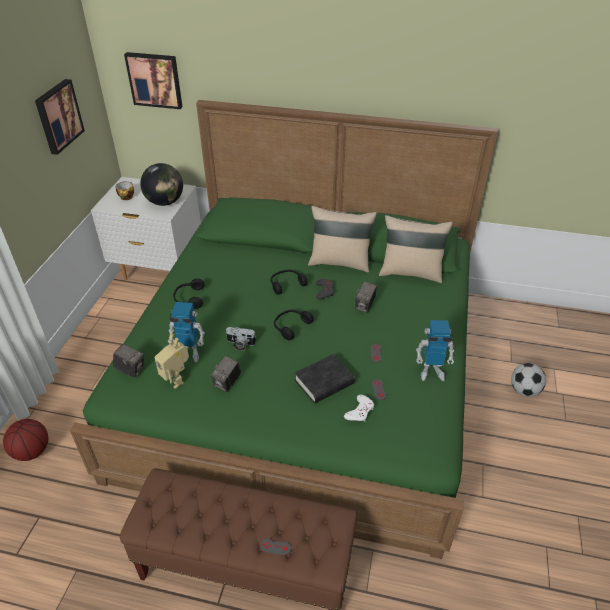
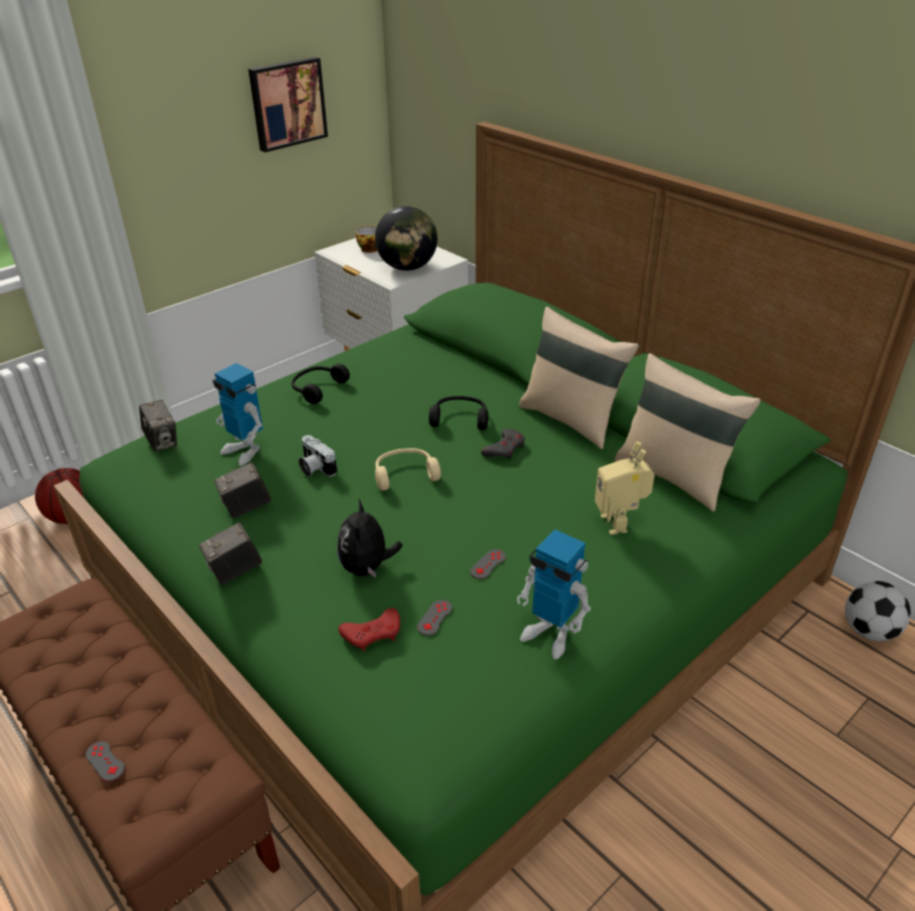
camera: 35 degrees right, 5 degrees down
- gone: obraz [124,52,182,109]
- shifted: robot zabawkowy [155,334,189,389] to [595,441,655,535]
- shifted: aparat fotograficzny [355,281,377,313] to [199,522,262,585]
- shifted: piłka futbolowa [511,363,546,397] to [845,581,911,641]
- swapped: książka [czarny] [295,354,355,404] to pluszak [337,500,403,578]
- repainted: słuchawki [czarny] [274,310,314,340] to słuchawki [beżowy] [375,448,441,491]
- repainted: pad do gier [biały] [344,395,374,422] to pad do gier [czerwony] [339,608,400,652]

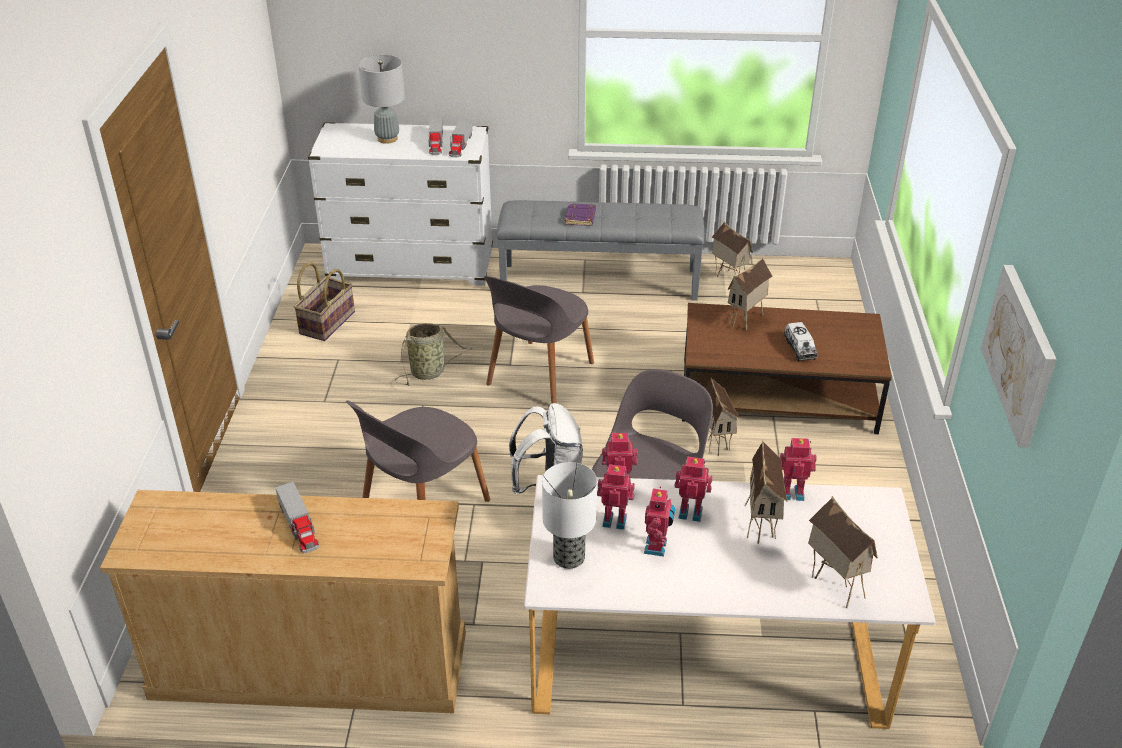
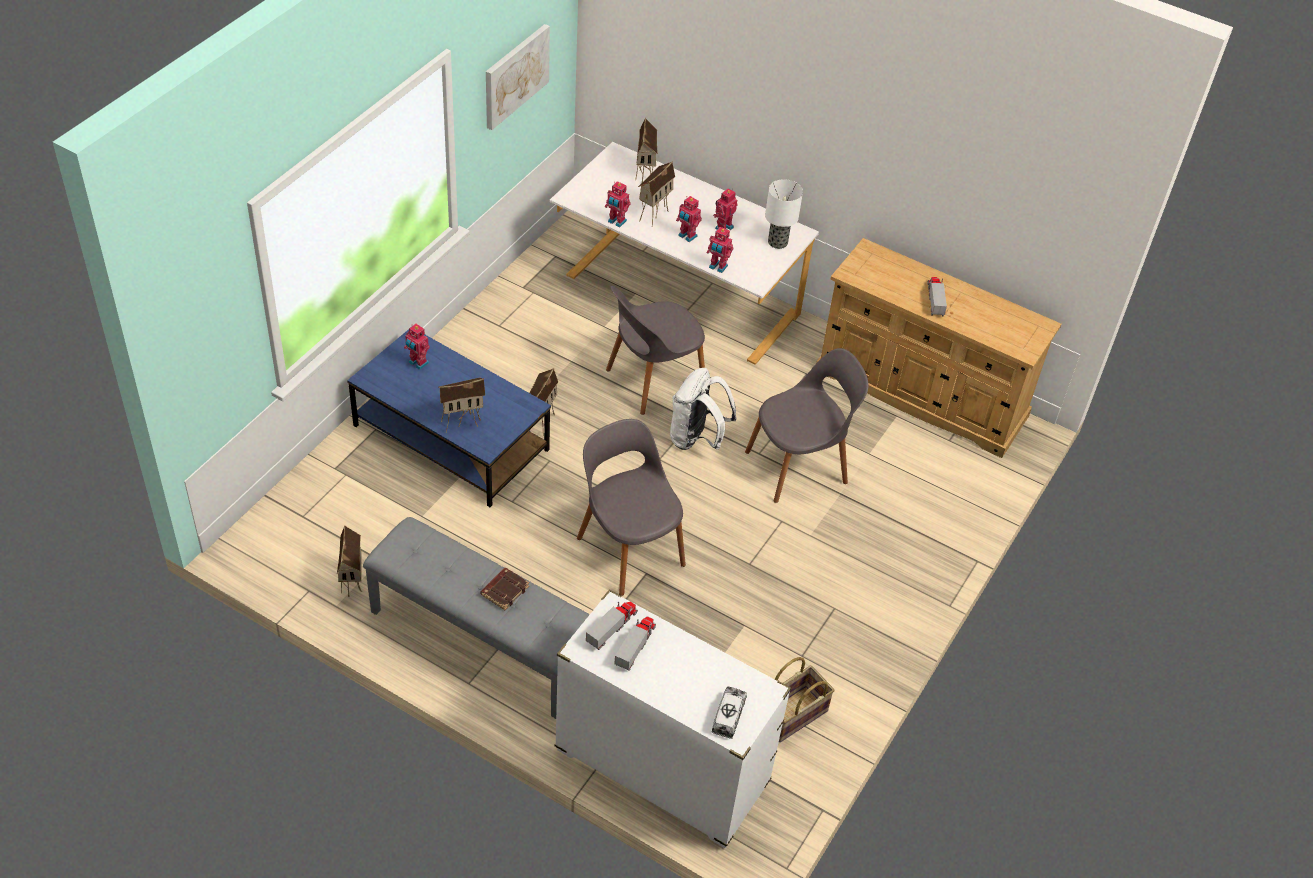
camera: 155 degrees left, 10 degrees up
- gone: lampa stołowa [szary] [358,55,405,144]
- gone: koszyk [395,323,473,386]
- shifted: robot zabawkowy [597,464,635,530] to [404,324,430,370]
- shifted: ciężarówka zabawkowa [784,322,818,362] to [711,687,747,739]
- repainted: książka [fioletowy] [565,203,596,226] to książka [brązowy] [480,568,529,610]
- repainted: ława [brązowy] [682,303,892,434] to ława [niebieski] [347,329,551,507]
- rotated: krzesło [szary] [484,276,594,404] = [577,419,686,596] 90 degrees counterclockwise

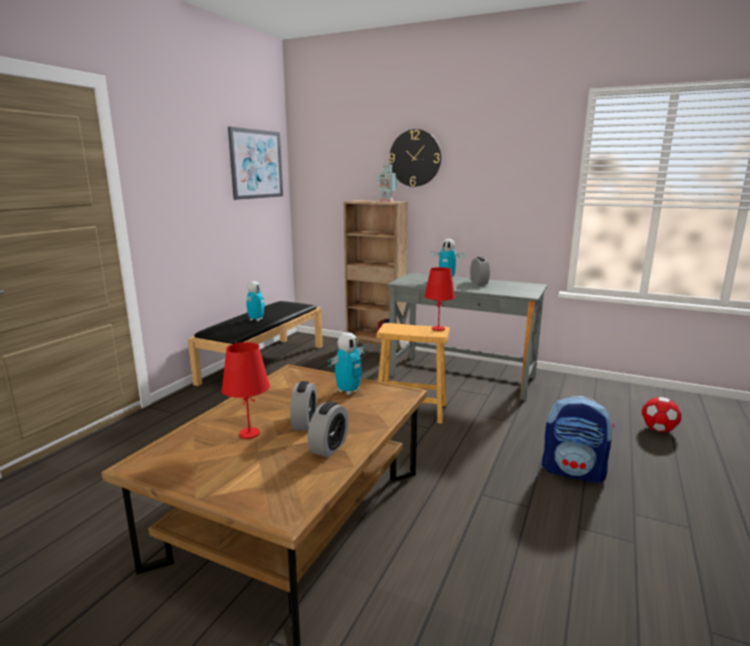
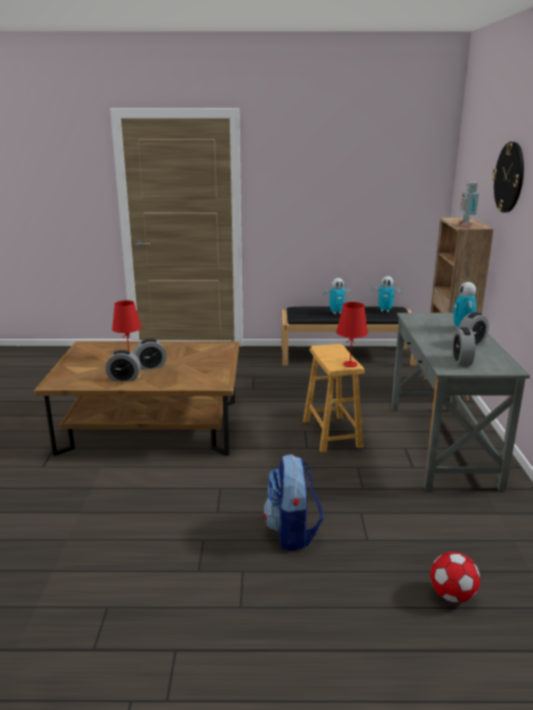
camera: 65 degrees right, 5 degrees up
- gone: obraz [228,127,283,200]
- new: budzik [452,327,475,366]
- shifted: robot zabawkowy [328,332,366,395] to [371,276,403,312]

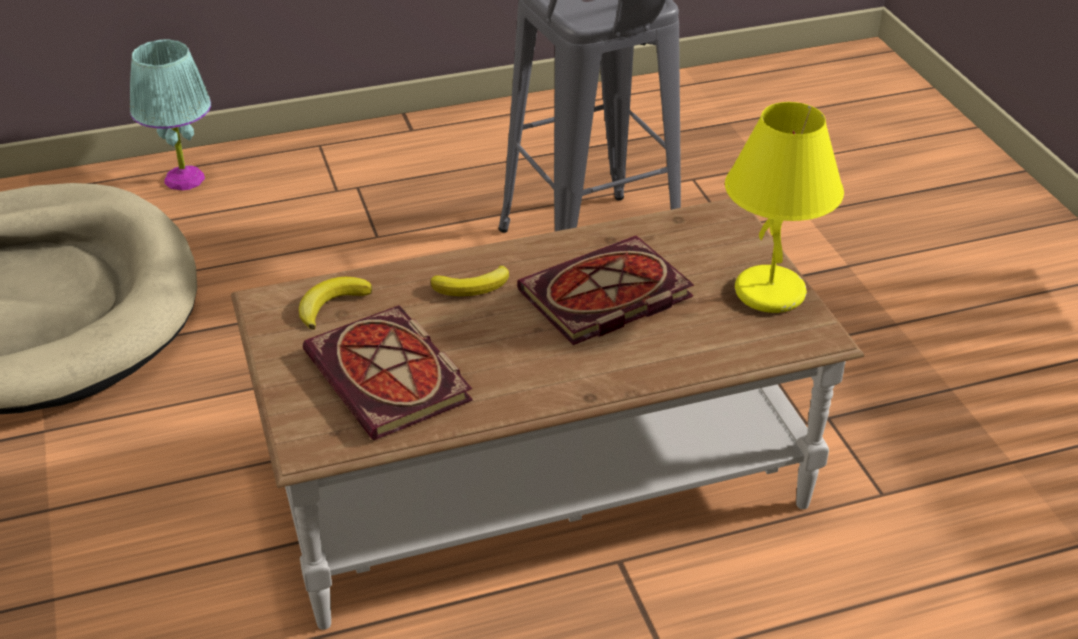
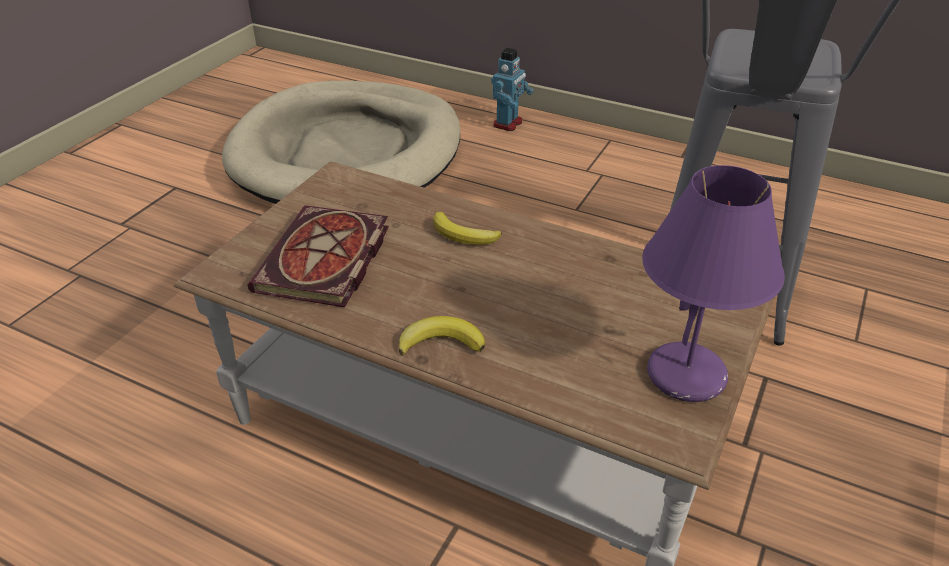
camera: 45 degrees right, 0 degrees up
- gone: książka [517,235,694,345]
- shifted: banan [299,277,372,330] to [399,316,485,356]
- swapped: lampa stołowa [turkusowy] [130,39,211,191] to robot zabawkowy [491,48,534,131]
- repainted: lampa stołowa [żółty] [725,102,844,313] to lampa stołowa [fioletowy] [642,165,785,402]

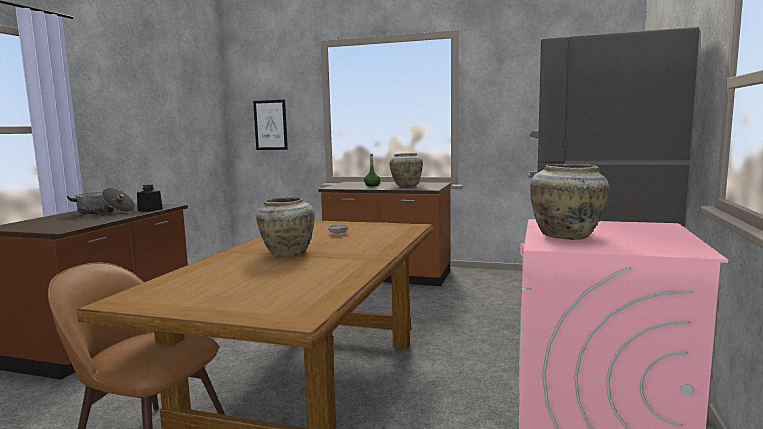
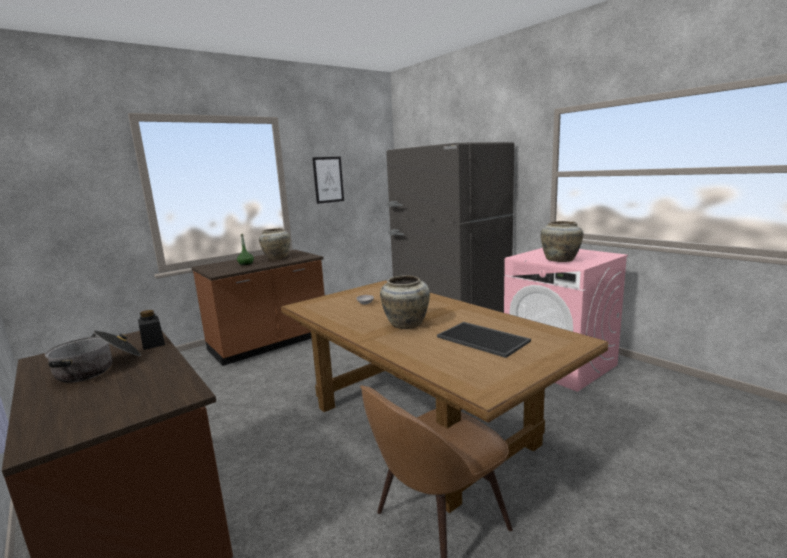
camera: 55 degrees left, 5 degrees up
- new: taca [437,322,531,358]
- shifted: obraz [253,100,288,150] to [312,157,344,204]

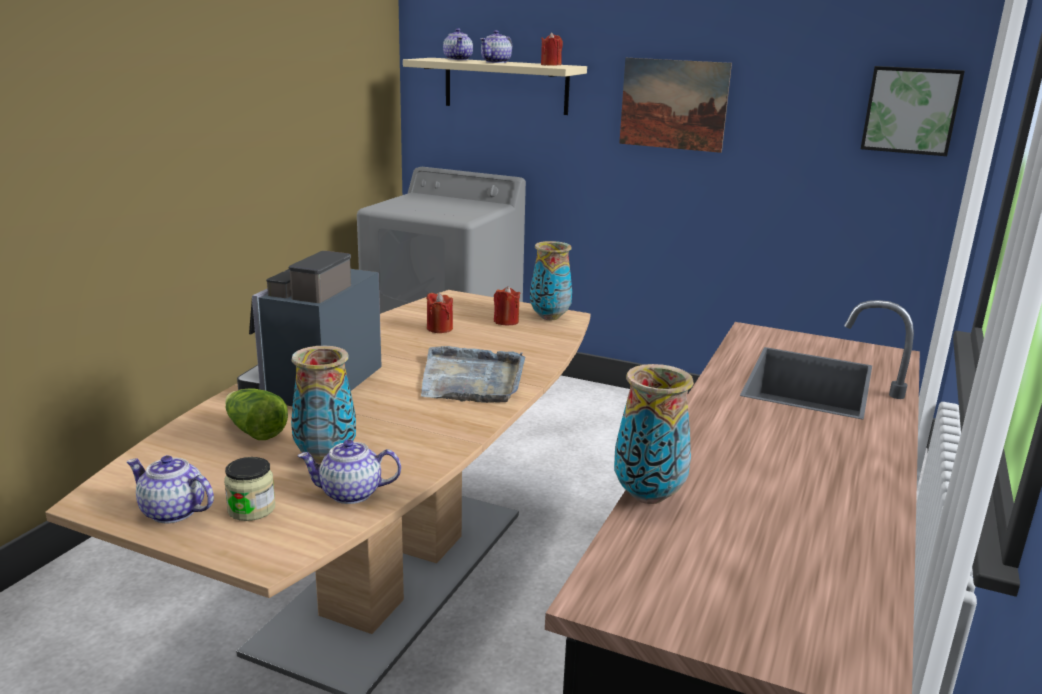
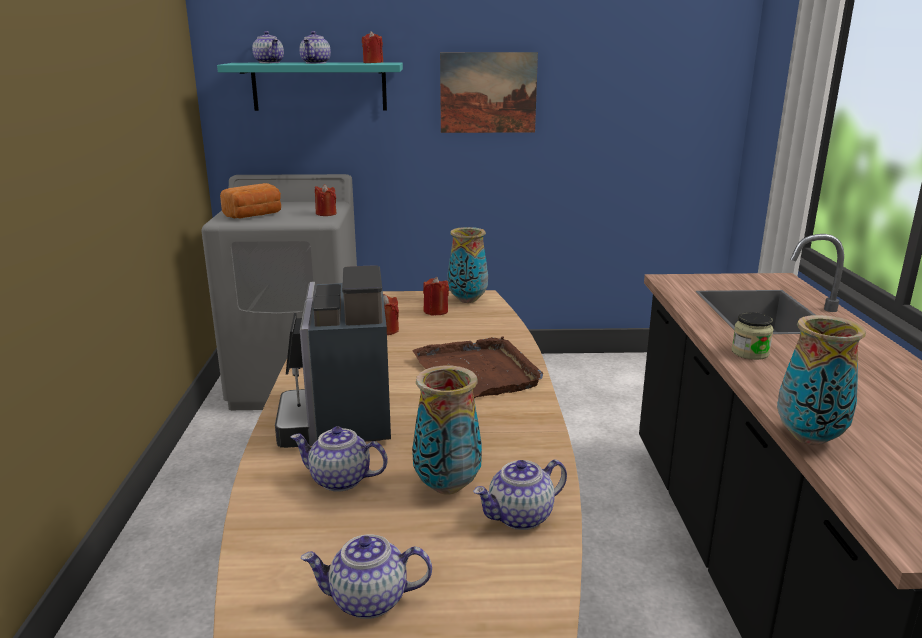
camera: 25 degrees left, 0 degrees up
- gone: obraz [861,66,965,156]
- new: chleb [220,183,281,219]
- new: świeca [czerwony] [315,184,337,216]
- shifted: słoik [224,457,275,521] to [731,312,774,360]
- swapped: sałata [225,388,288,440] to imbryk [291,426,388,492]
- repainted: półka [beżowy] [403,58,587,115] to półka [turkusowy] [217,62,403,111]
- repainted: taca [szary] [421,346,525,403] to taca [brązowy] [412,336,543,398]

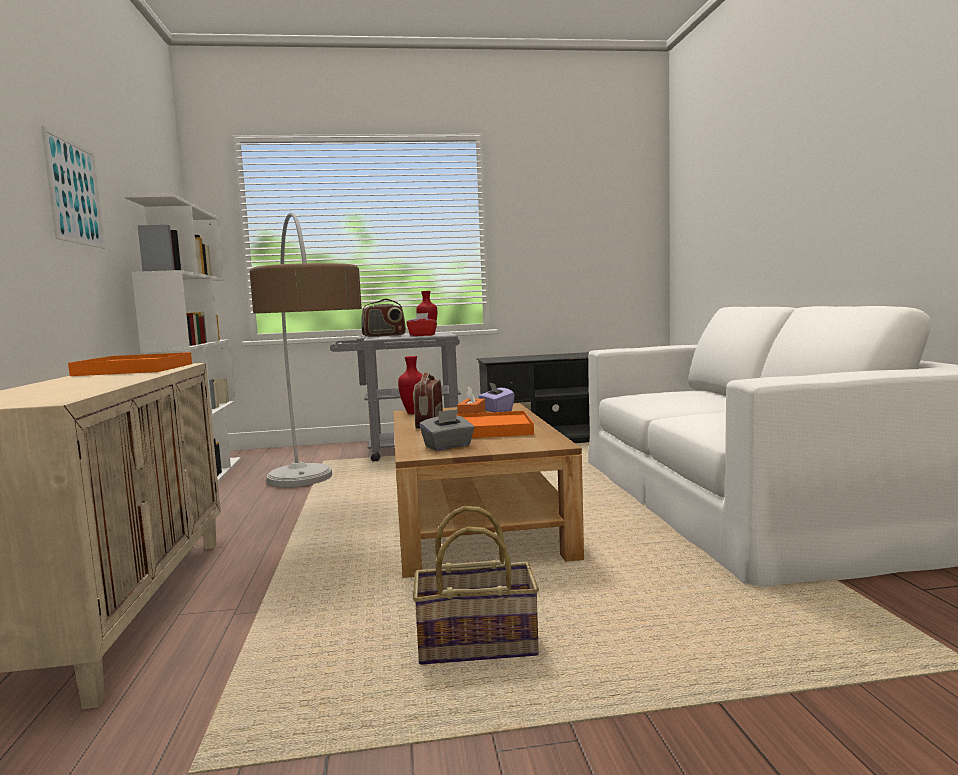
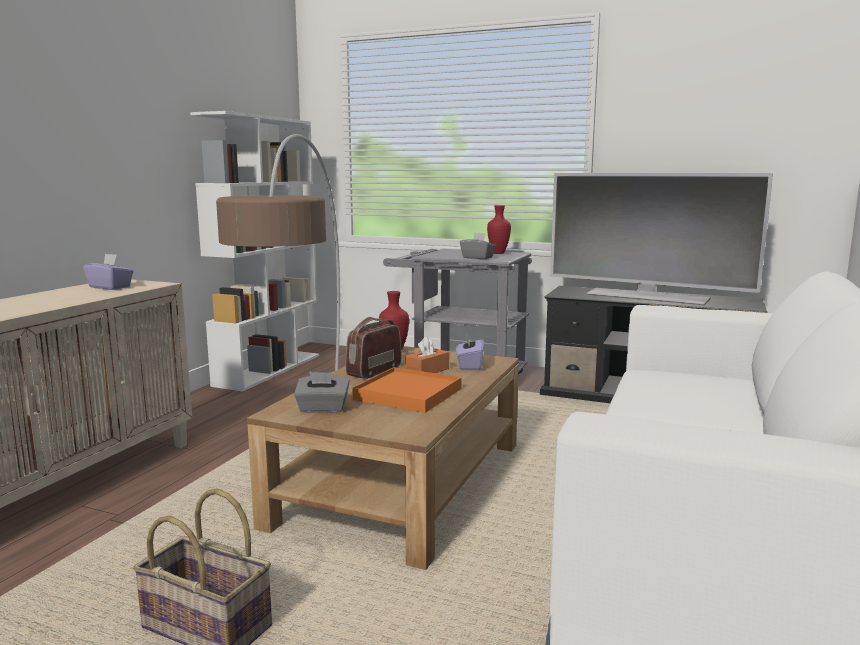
camera: 30 degrees right, 5 degrees up
- gone: obraz [41,126,105,249]
- gone: radio [361,299,406,337]
- new: telewizor [550,173,773,305]
- swapped: taca [pomarańczowy] [68,352,192,376] to pudełko chusteczek [fioletowy] [83,253,134,290]
- repainted: pudełko chusteczek [czerwony] [406,313,437,336] to pudełko chusteczek [szary] [460,232,496,259]

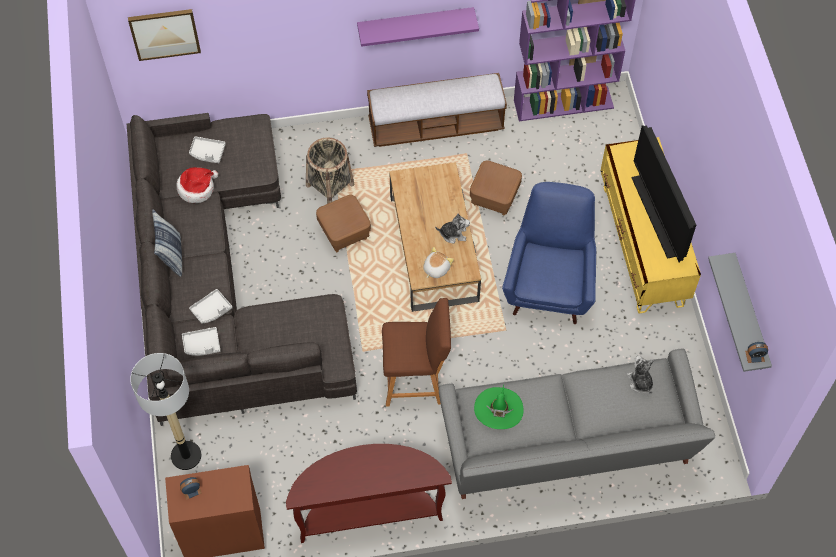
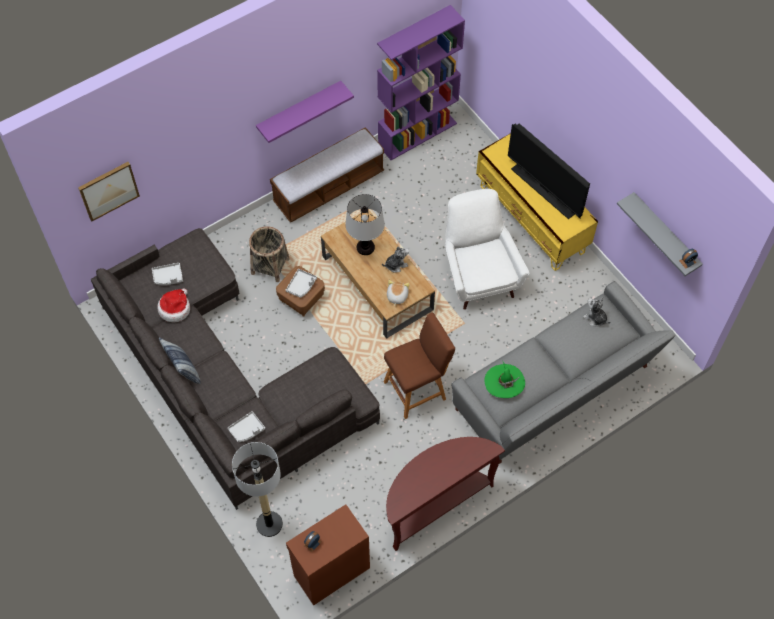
camera: 25 degrees left, 0 degrees up
- gone: pufa [brązowy] [470,161,522,215]
- new: lampa stołowa [345,194,385,255]
- shifted: taca [szary] [189,289,233,324] to [286,269,317,298]
- repainted: fotel [niebieski] [502,182,596,324] to fotel [biały] [445,189,529,310]

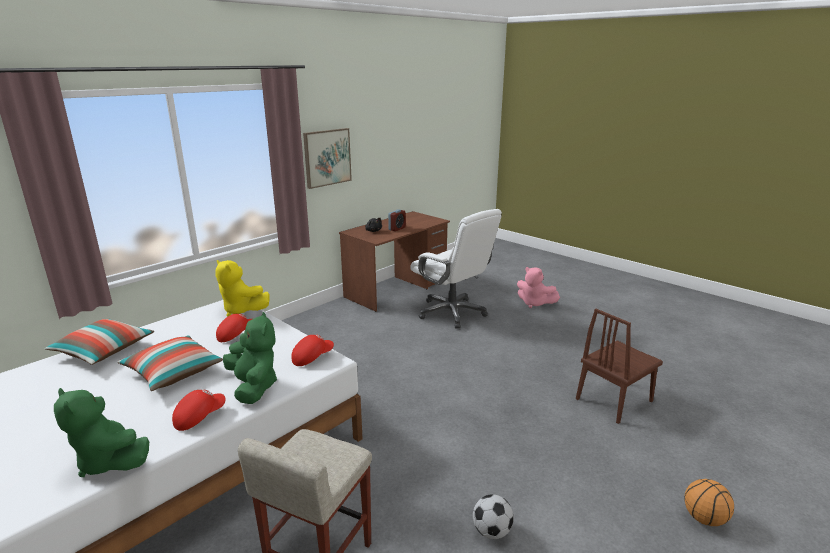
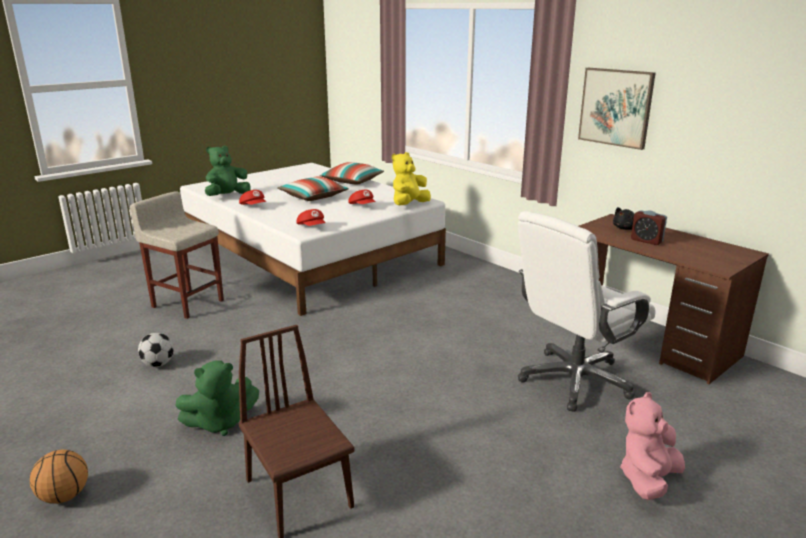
camera: 95 degrees right, 0 degrees up
- shifted: pluszak [zielony] [223,312,277,404] to [175,360,259,436]

